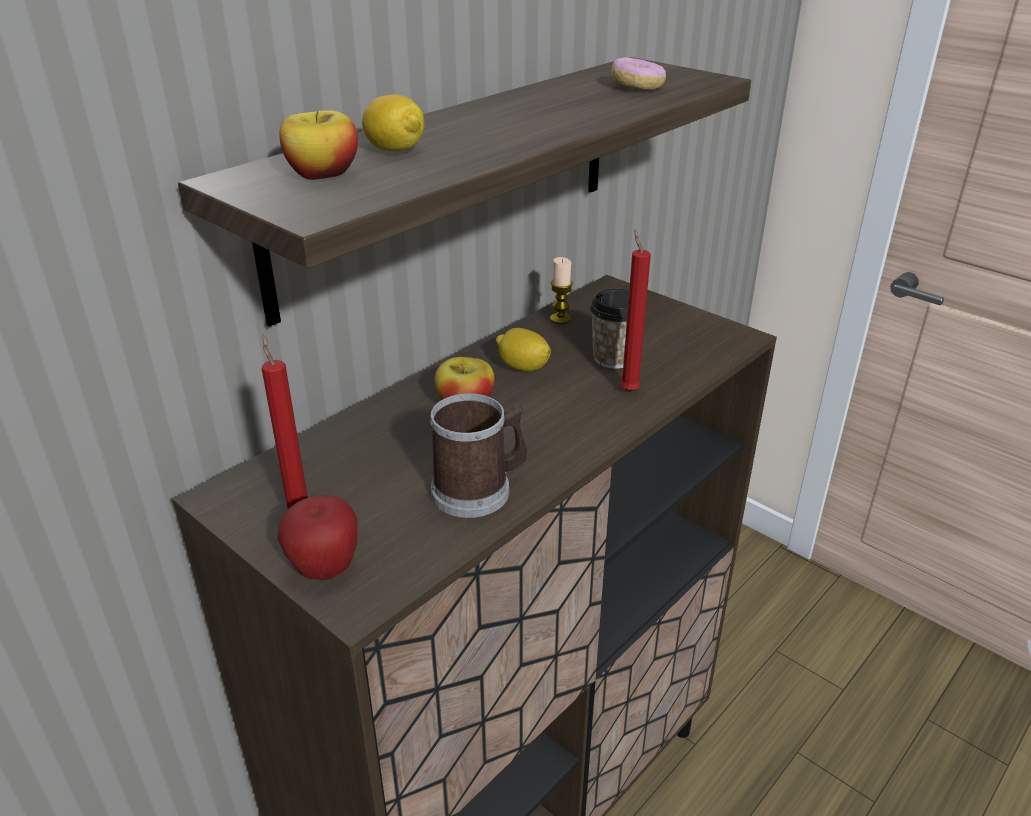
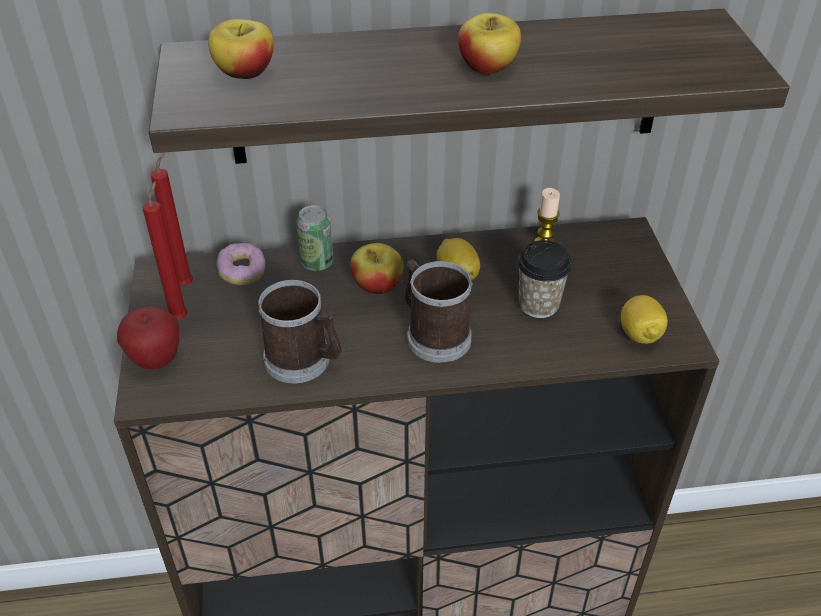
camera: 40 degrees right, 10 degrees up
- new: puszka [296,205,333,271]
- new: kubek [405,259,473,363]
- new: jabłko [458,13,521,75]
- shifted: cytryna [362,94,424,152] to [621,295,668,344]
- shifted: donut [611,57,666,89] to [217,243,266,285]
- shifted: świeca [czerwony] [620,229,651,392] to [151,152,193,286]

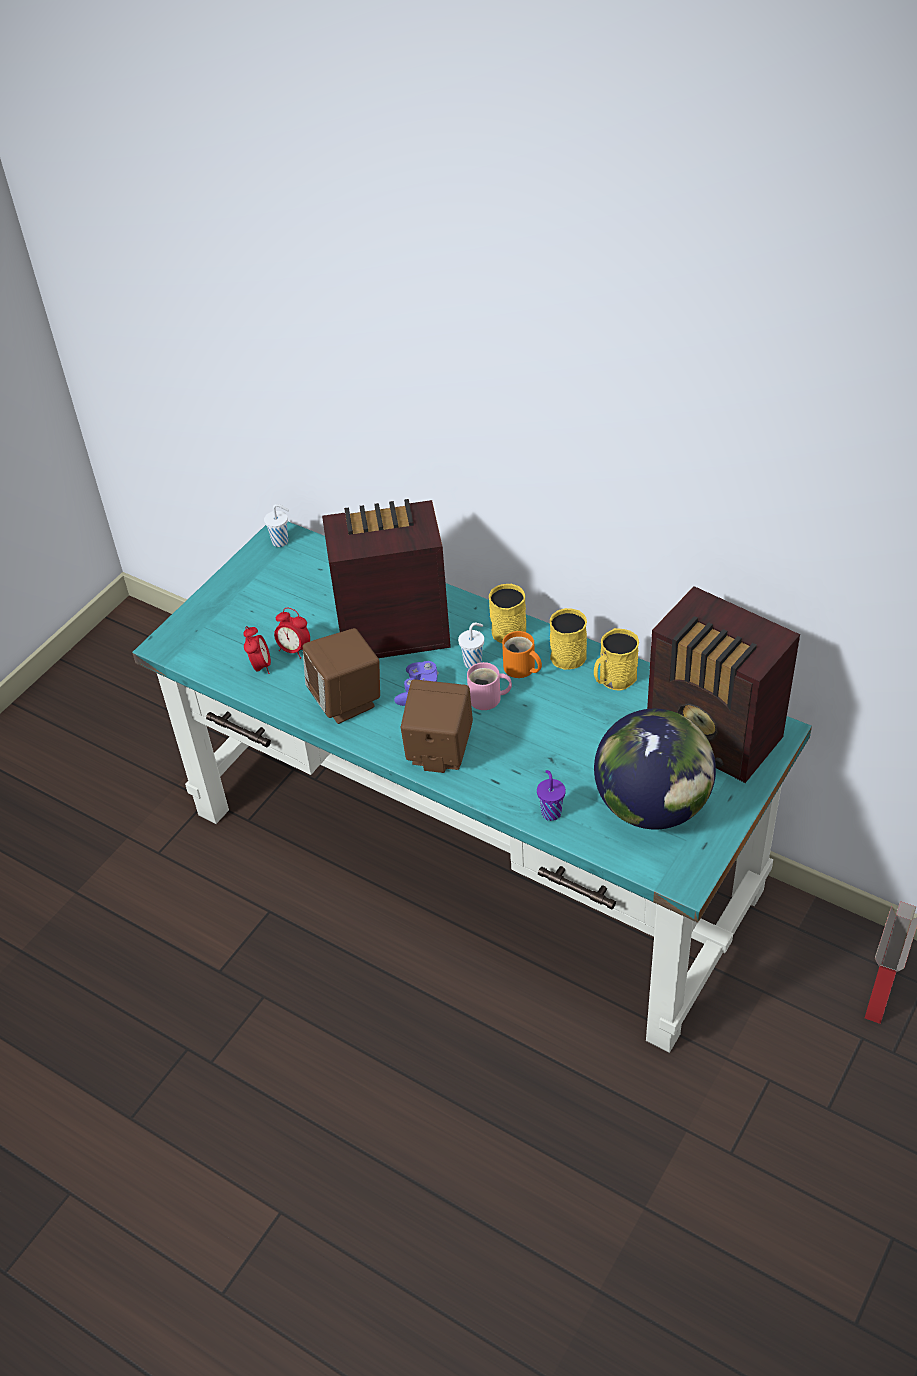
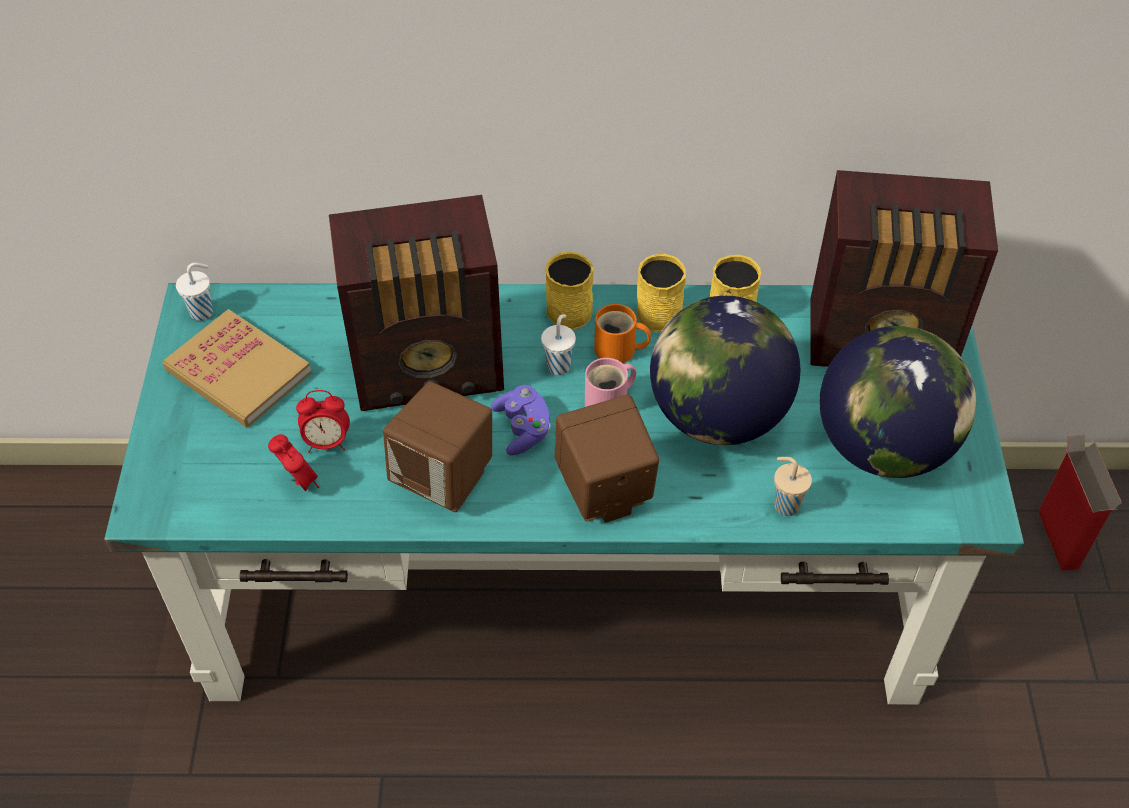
camera: 35 degrees left, 5 degrees up
- new: książka [163,309,312,427]
- new: globus [650,296,800,445]
- repainted: filiżanka [fioletowy] [537,770,566,821] to filiżanka [beżowy] [774,457,812,516]
- rotated: radio [322,499,451,658] = [329,195,504,411] 150 degrees counterclockwise

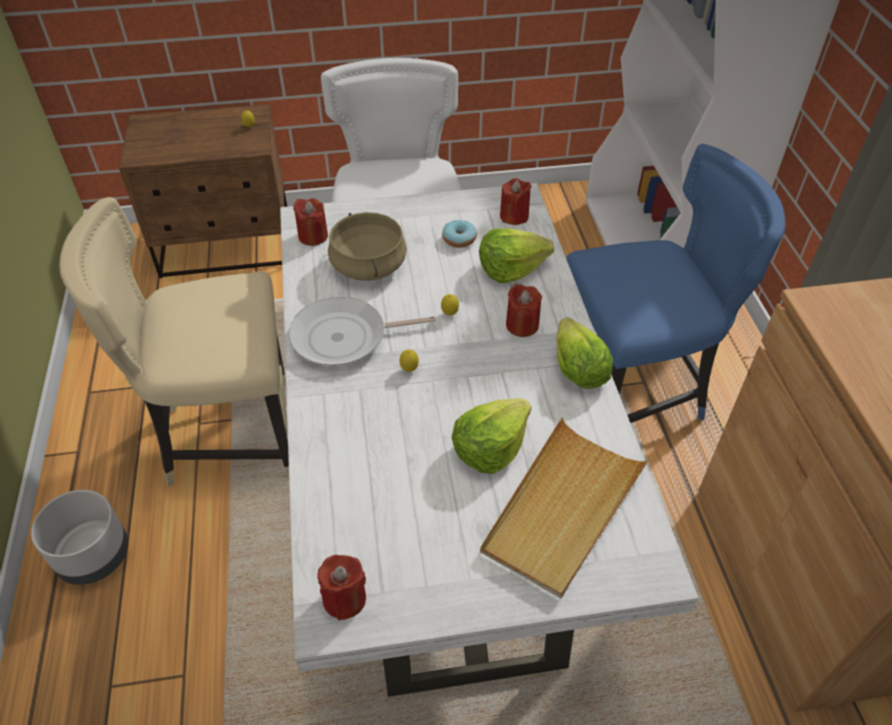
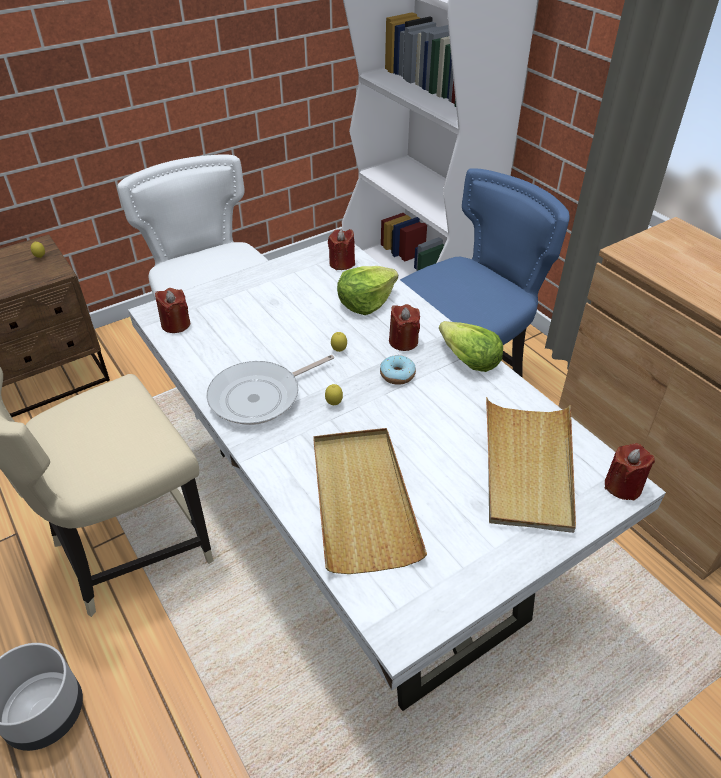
camera: 25 degrees left, 5 degrees down
- gone: garnek [beżowy] [328,212,407,281]
- gone: sałata [451,398,531,474]
- new: taca [beżowy] [314,428,427,574]
- shifted: świeca [czerwony] [317,555,366,621] to [605,443,655,501]
- shifted: donut [442,220,477,248] to [380,355,416,385]

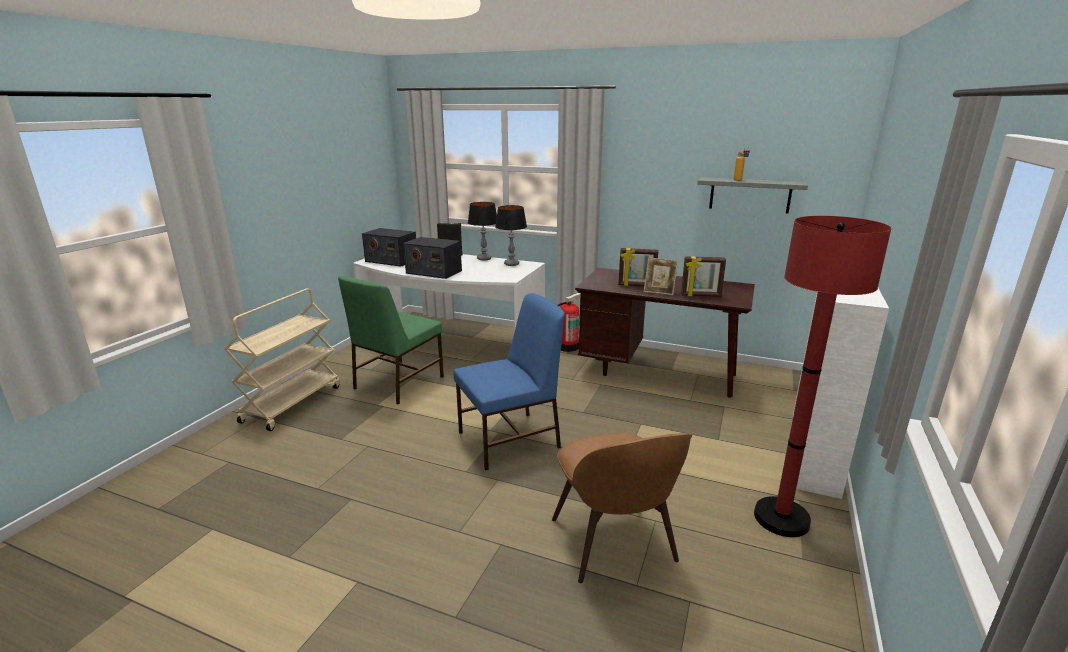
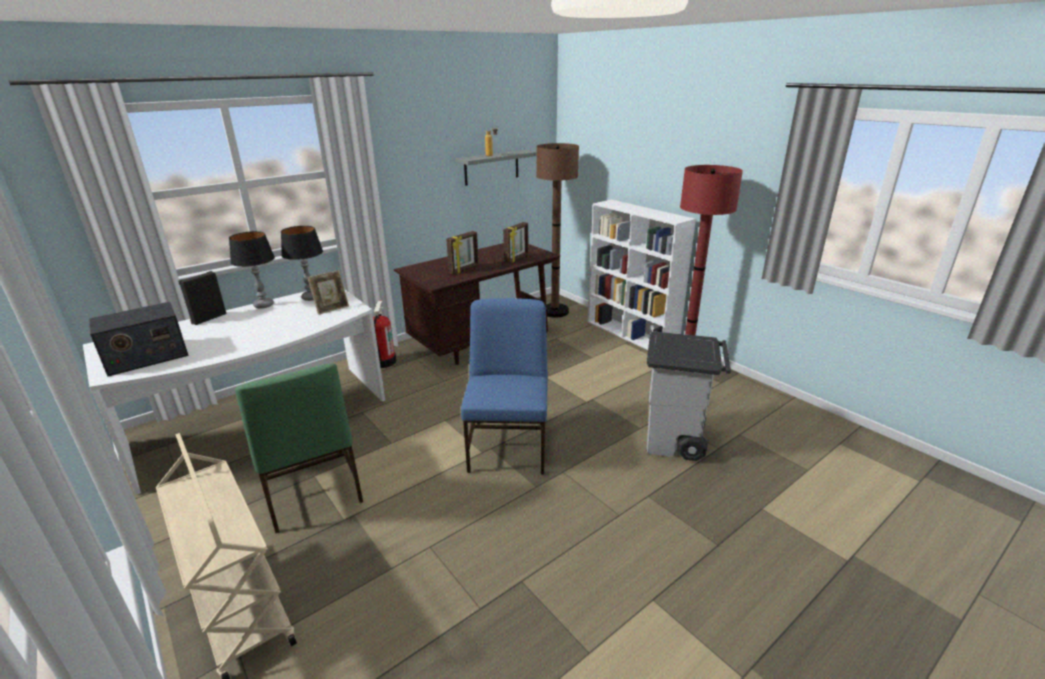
camera: 60 degrees left, 5 degrees up
- gone: radio [403,237,462,279]
- new: lampa stojąca [brązowy] [536,143,579,318]
- shifted: ramka na zdjęcie [644,257,678,295] to [307,270,349,315]
- swapped: krzesło [brązowy] [552,433,692,583] to kosz na śmieci [szary] [647,331,731,461]

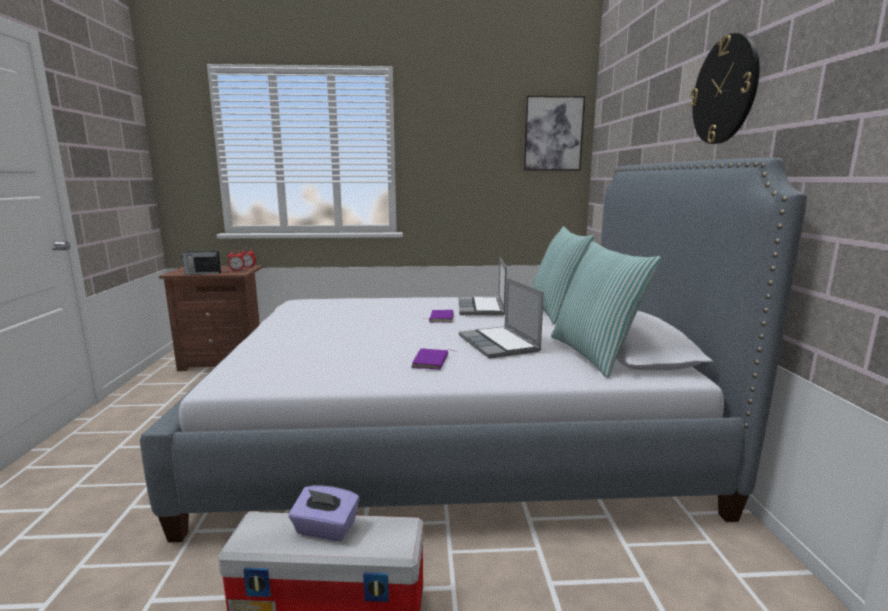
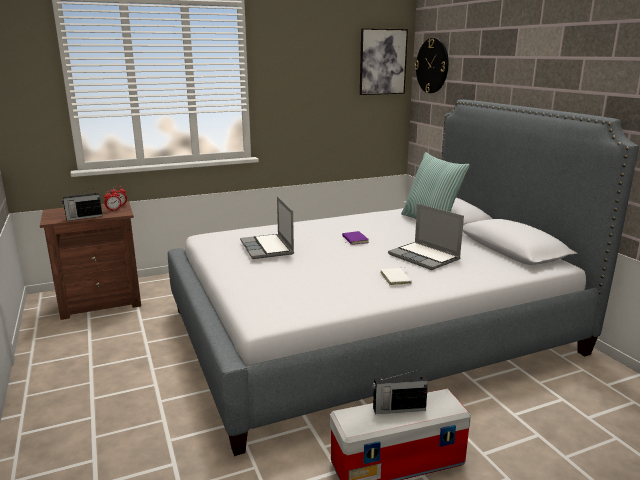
camera: 20 degrees left, 5 degrees up
- gone: poduszka [551,241,662,378]
- shifted: laptop [459,257,507,315] to [240,196,294,259]
- shifted: zegar ścienny [690,33,760,144] to [415,38,448,93]
- swapped: pudełko chusteczek [fioletowy] [289,485,359,541] to radio [372,370,428,414]
- repainted: książka [fioletowy] [411,348,456,370] to książka [biały] [381,267,412,286]

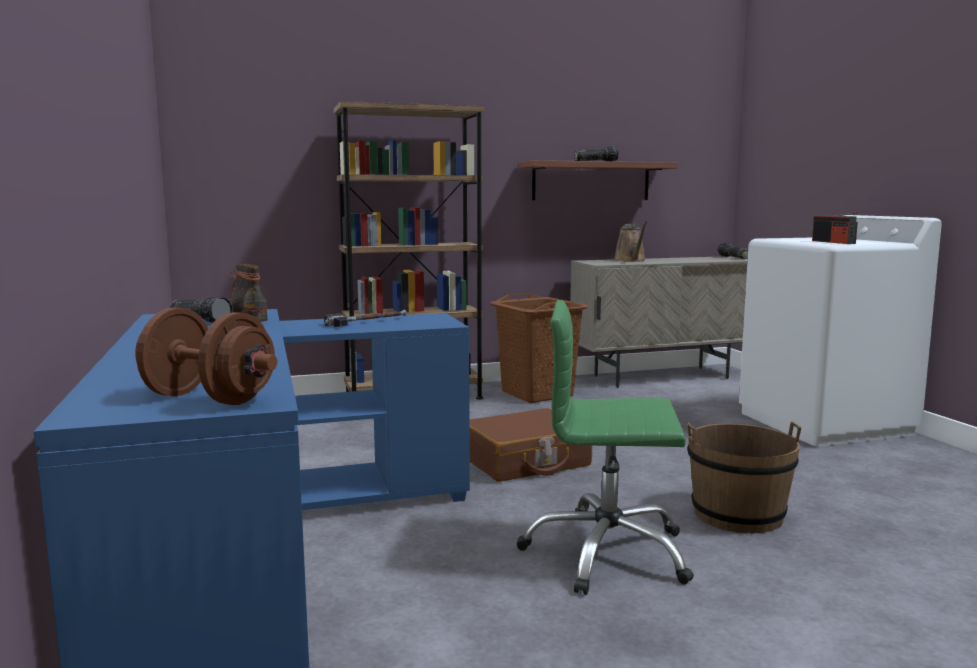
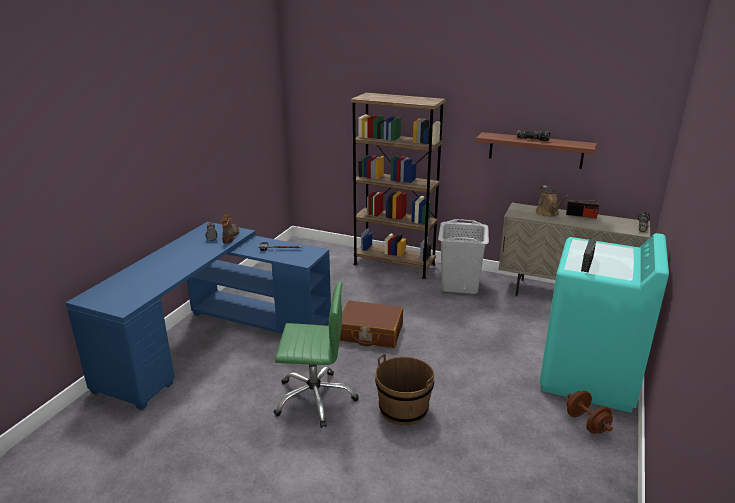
camera: 40 degrees right, 15 degrees up
- new: radio [566,200,599,218]
- shifted: hantel [brązowy] [135,308,277,405] to [567,391,613,434]
- repainted: kosz na pranie [brązowy] [490,293,589,403] to kosz na pranie [szary] [438,219,489,294]
- repainted: pralka [biały] [739,215,942,446] to pralka [turkusowy] [540,233,669,413]
- rotated: krzesło biurowe [zielony] [516,300,694,595] = [274,281,359,428] 135 degrees clockwise
- rotated: konewka [brązowy] [614,221,647,262] = [536,185,569,217] 45 degrees counterclockwise

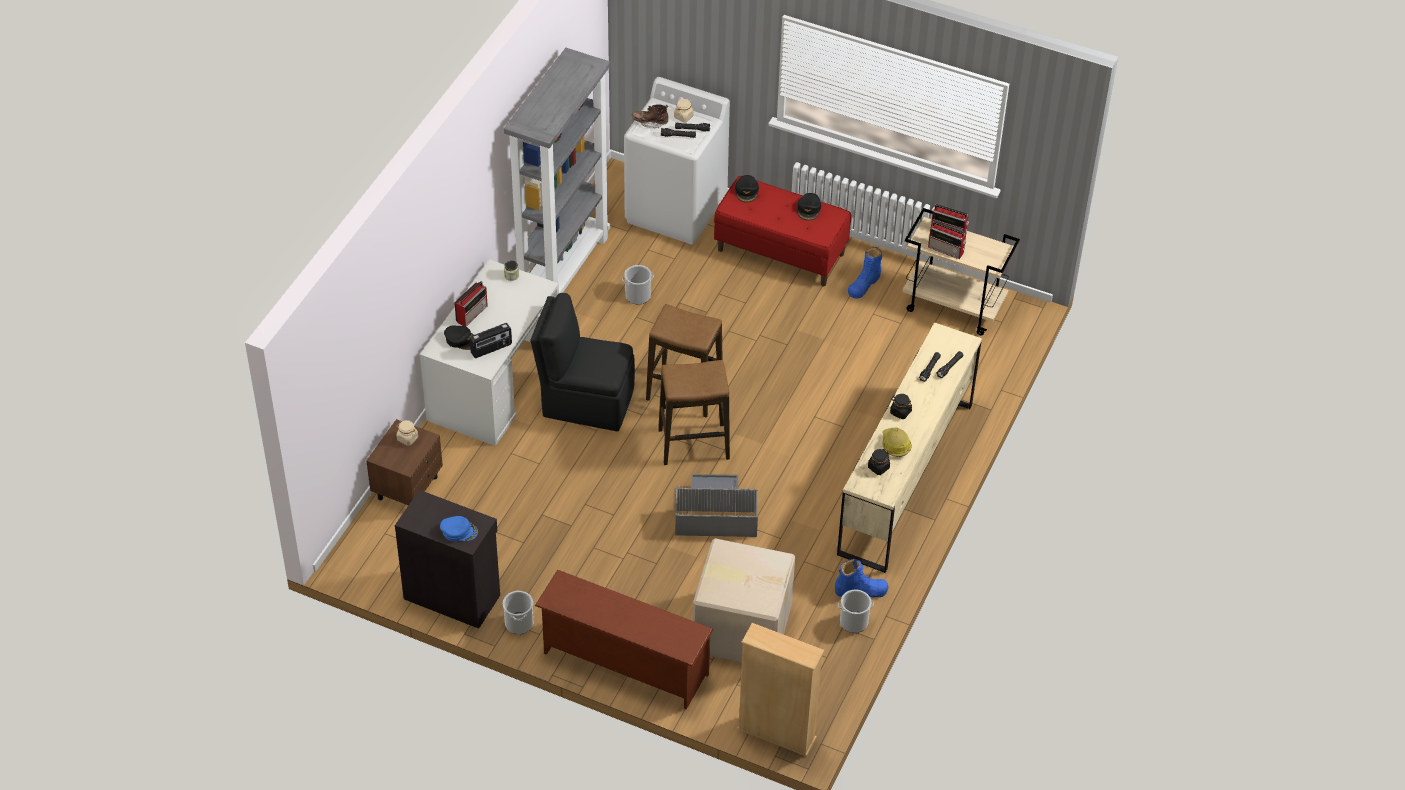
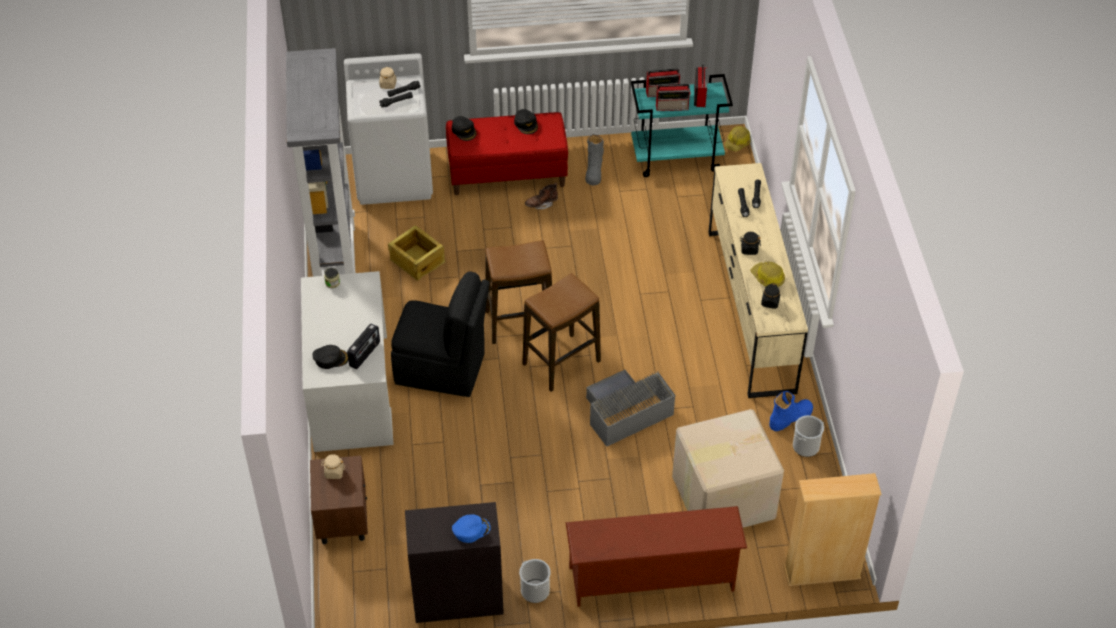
camera: 30 degrees left, 0 degrees up
- new: kask [725,126,751,151]
- shifted: radio [454,281,488,327] to [694,64,707,107]
- shifted: but z cholewką [brązowy] [631,104,668,128] to [525,183,558,210]
- swapped: wiadro [622,265,654,304] to skrzynka [388,225,446,281]
- repainted: but z cholewką [niebieski] [848,247,882,298] to but z cholewką [szary] [585,134,604,186]
- repainted: wózek [beżowy] [902,208,1020,336] to wózek [turkusowy] [631,74,733,177]
- rotated: krzesło [czarny] [530,293,635,431] = [391,271,490,397] 150 degrees counterclockwise

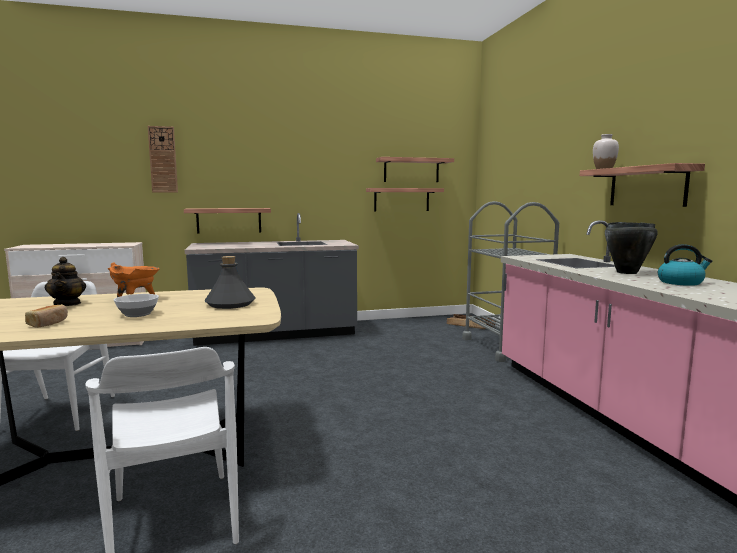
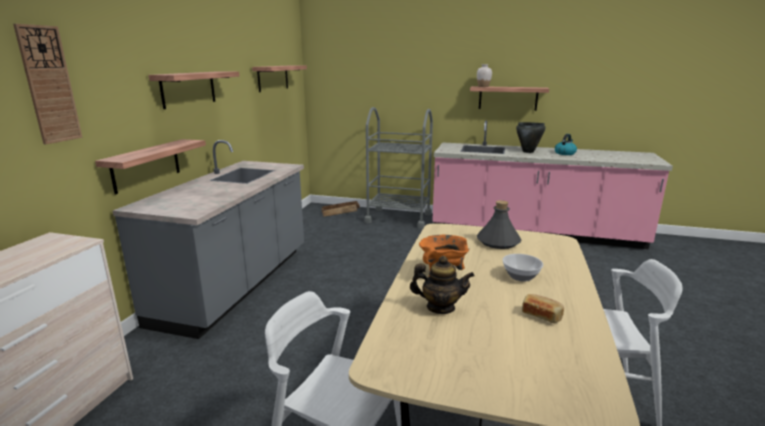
camera: 60 degrees left, 10 degrees up
- shifted: półka [366,188,444,211] to [148,71,239,109]

